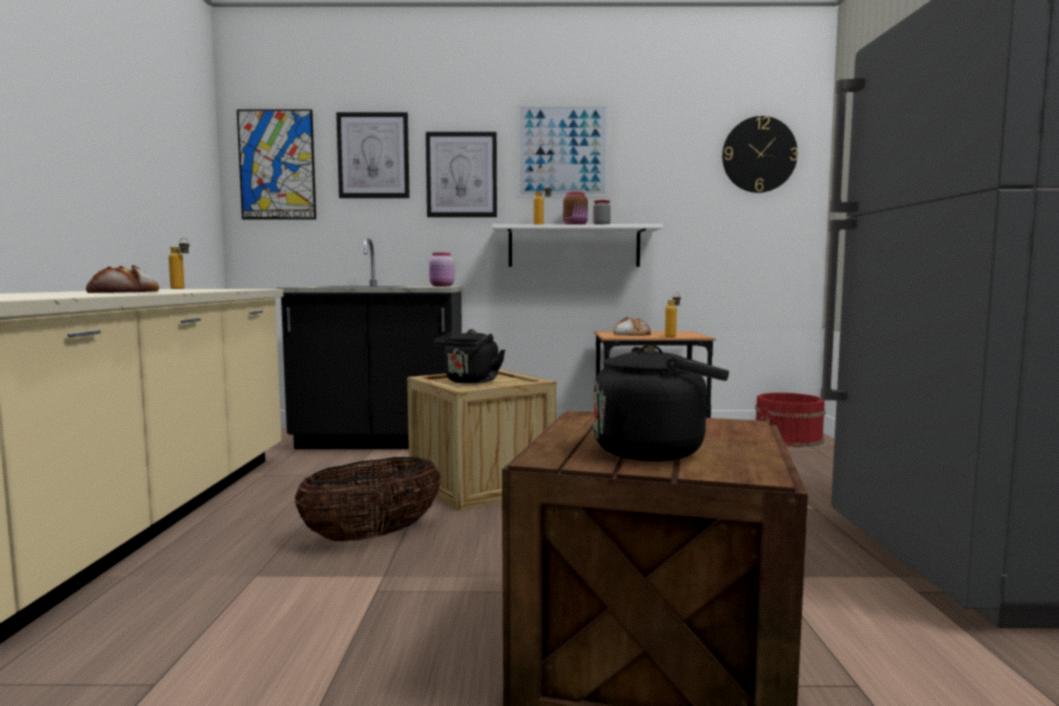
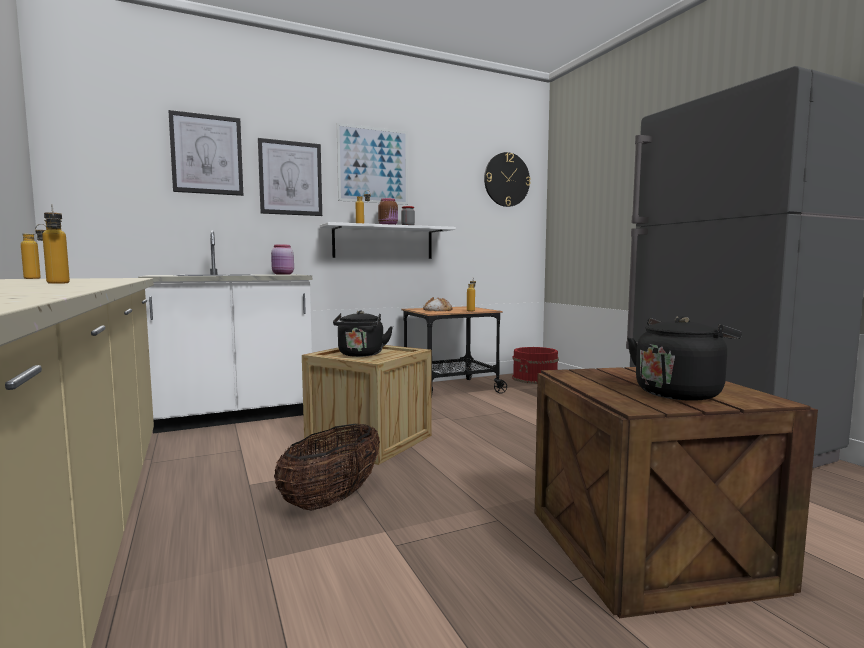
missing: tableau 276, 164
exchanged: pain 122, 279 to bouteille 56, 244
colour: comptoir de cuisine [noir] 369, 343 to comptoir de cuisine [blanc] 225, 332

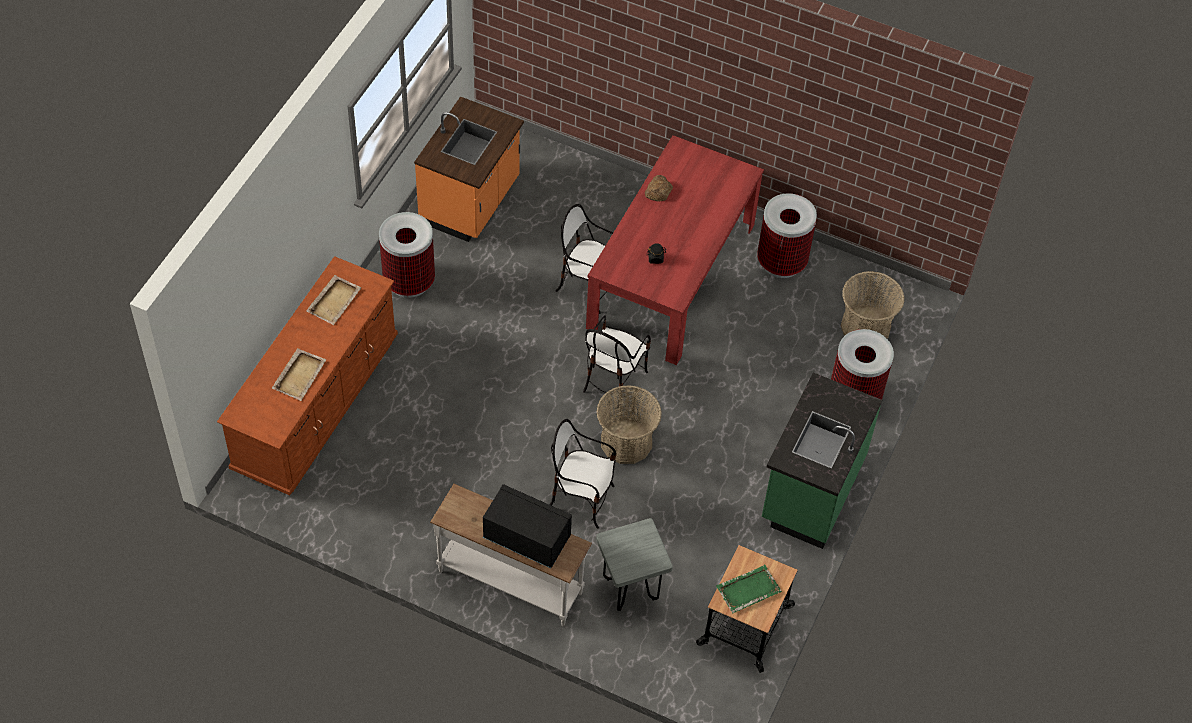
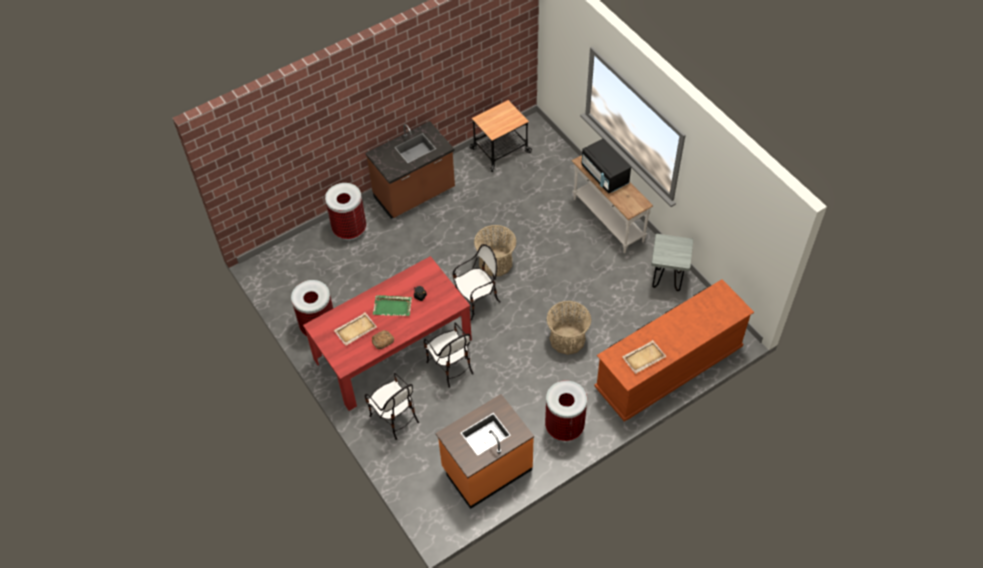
relocated: panier 873, 305 to 569, 328; plateau [beige] 299, 374 to 355, 329; chaise 582, 474 to 392, 406; tabouret [gris] 634, 564 to 672, 262; plateau [vert] 749, 588 to 392, 305
colour: comptoir de cuisine [vert] 822, 461 to comptoir de cuisine [marron] 410, 170

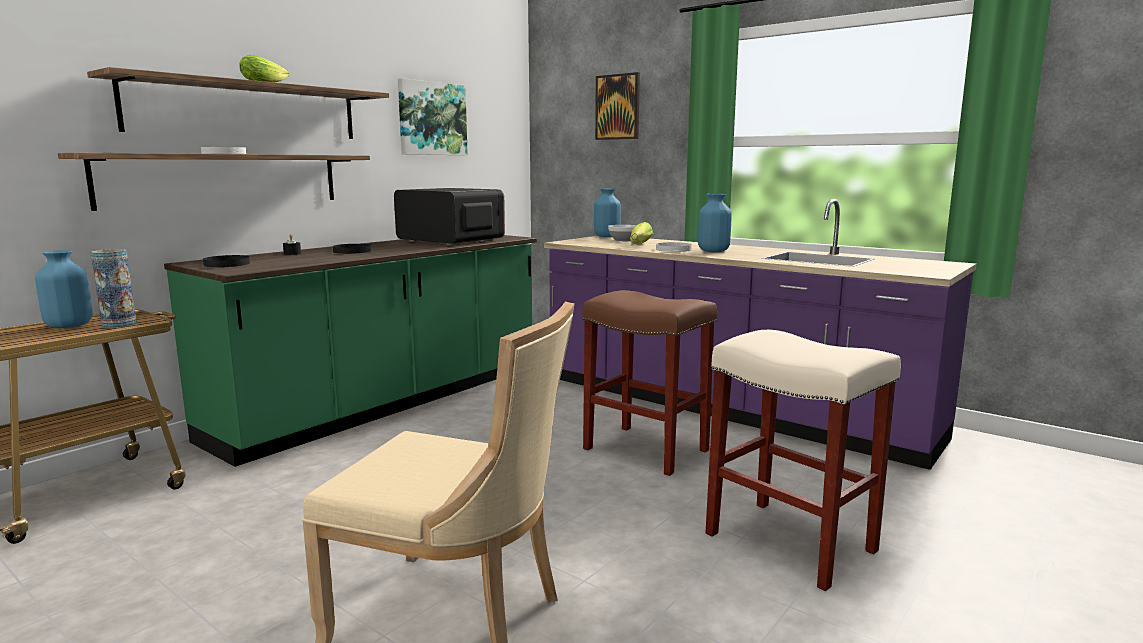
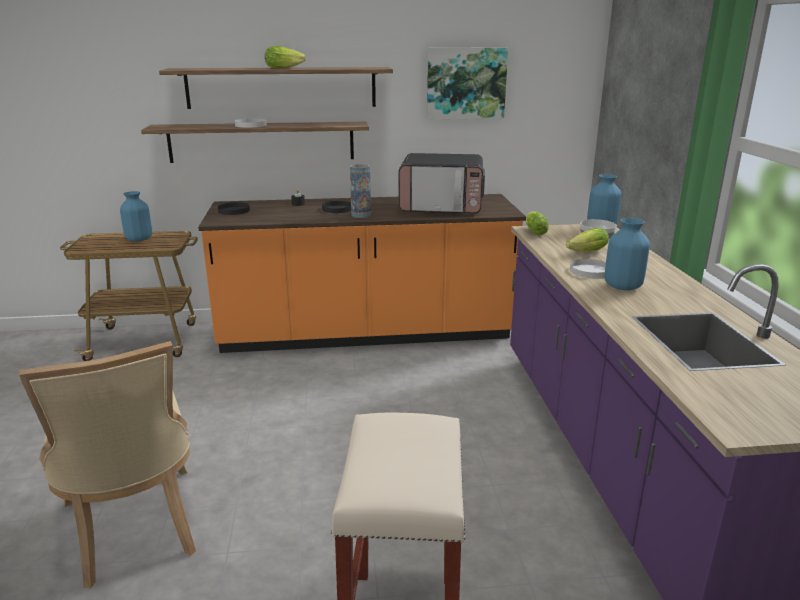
missing: tableau 617, 106; tabouret [marron] 649, 383
appeared: laitue 537, 223
relocated: vase 114, 288 to 360, 191
colour: comptoir de cuisine [vert] 350, 351 to comptoir de cuisine [orange] 362, 273
spun: micro-ondes 449, 217 = 442, 183 105 degrees clockwise

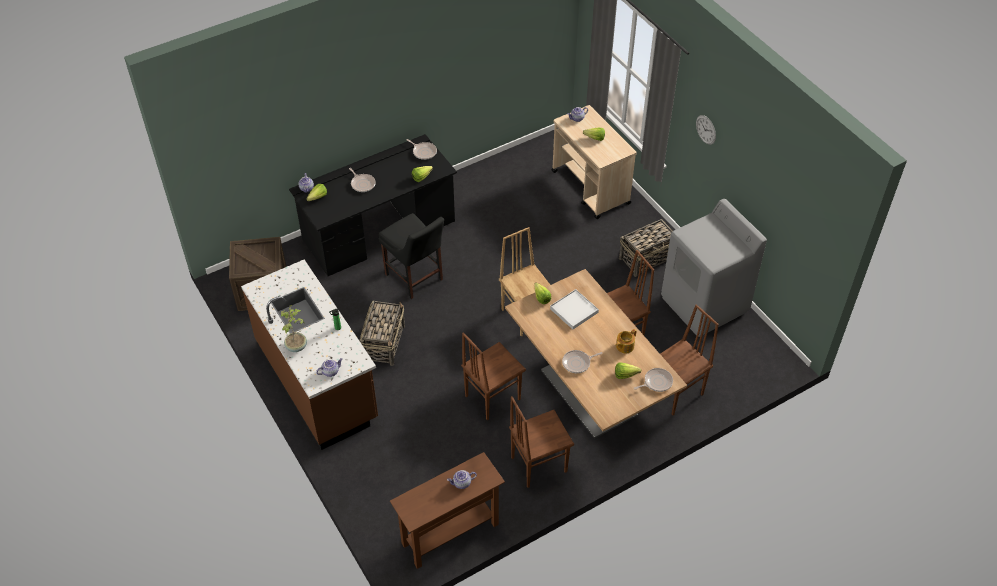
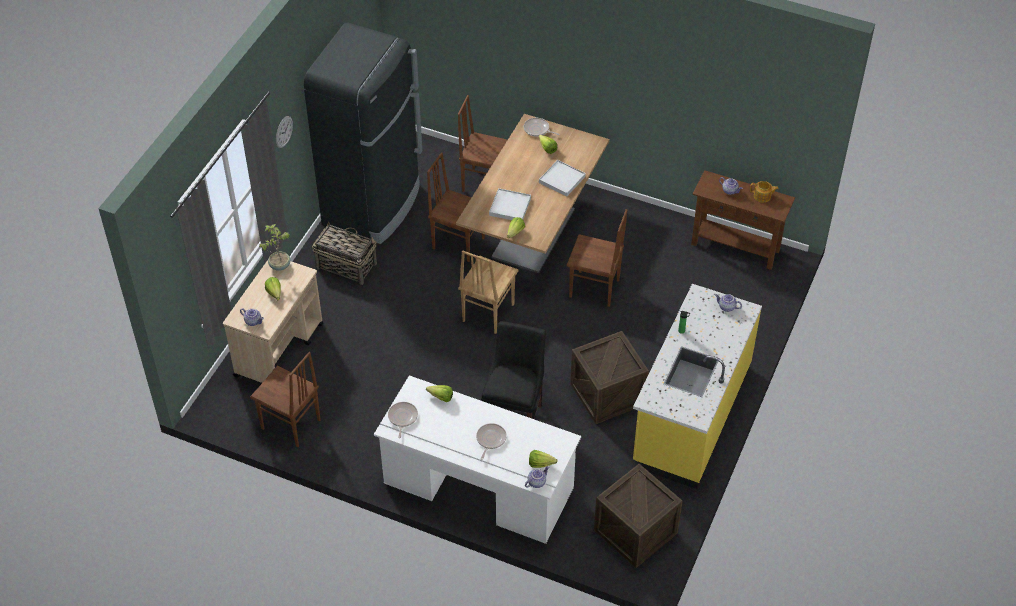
relocated: plante en pot 294, 328 to 275, 247; théière 626, 341 to 764, 192; chaise [marron] 541, 442 to 285, 400
exchanged: lave-linge [gris] 714, 268 to réfrigérateur [noir] 363, 133; panier 382, 333 to caisse 609, 377; poêle 582, 361 to plateau [blanc] 562, 178
colour: bureau [noir] 373, 205 to bureau [blanc] 477, 459; comptoir de cuisine [marron] 309, 354 to comptoir de cuisine [jaune] 697, 386

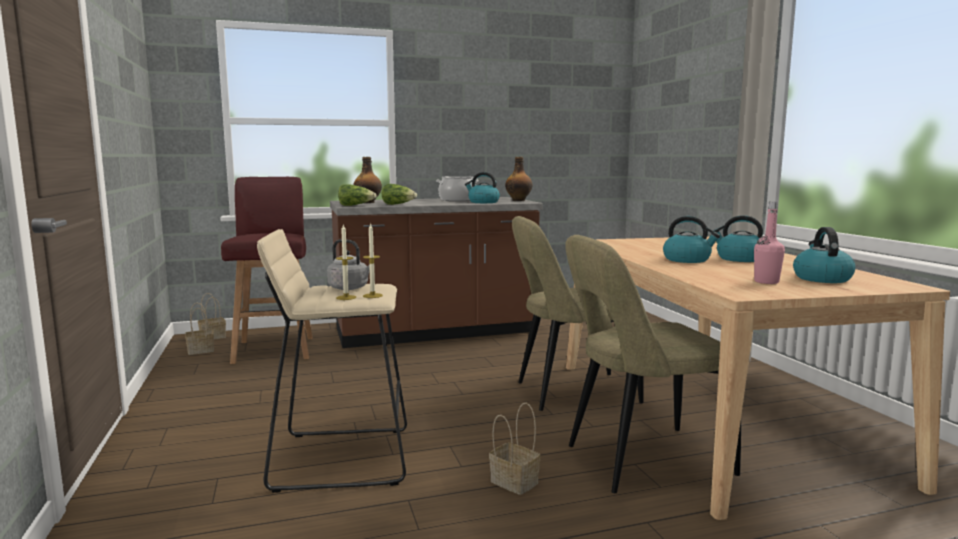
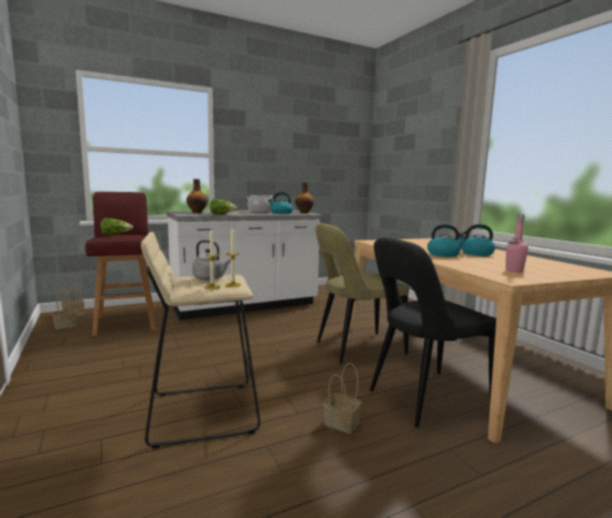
missing: bouilloire 824, 255
relocated: laitue 357, 195 to 116, 226
colour: comptoir de cuisine [marron] 436, 272 to comptoir de cuisine [blanc] 244, 265; chaise [beige] 653, 364 to chaise [noir] 433, 332

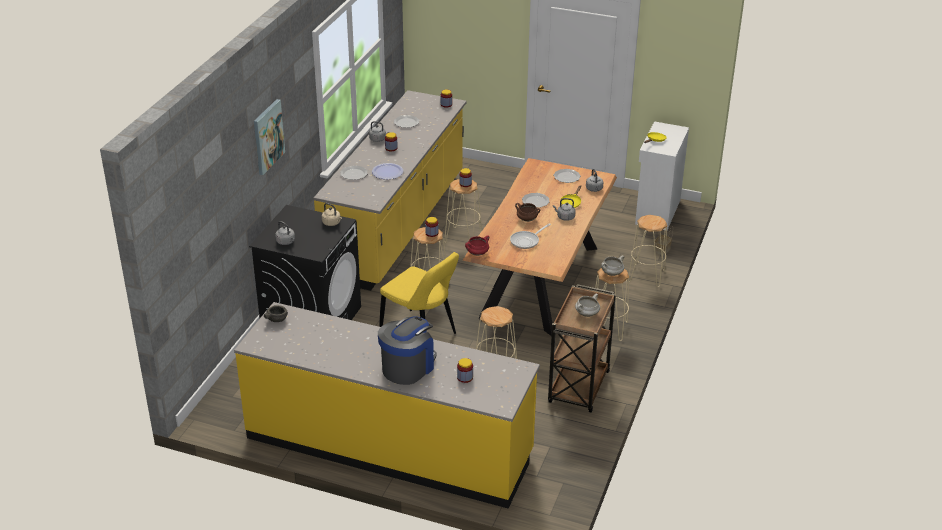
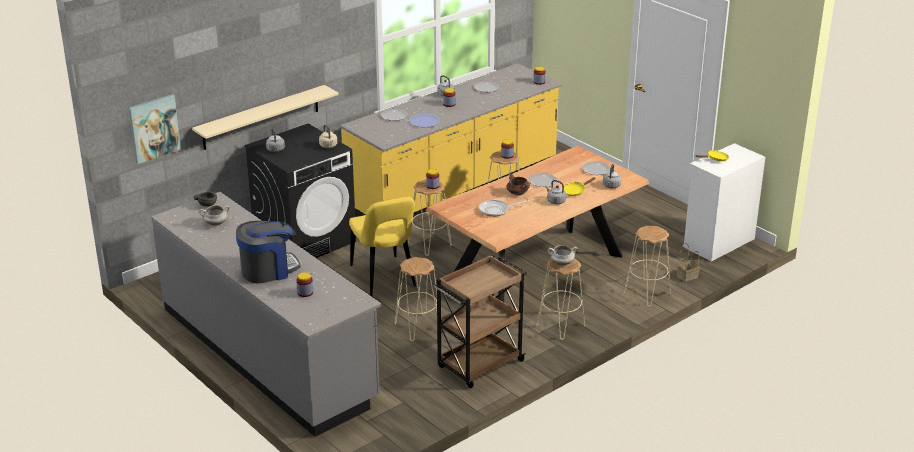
missing: marmite [rouge] 477, 245
appeared: étagère [beige] 265, 117
relocated: tableau 269, 137 to 155, 129; marmite [blanc] 587, 305 to 214, 215
colour: comptoir de cuisine [jaune] 387, 405 to comptoir de cuisine [gris] 266, 314

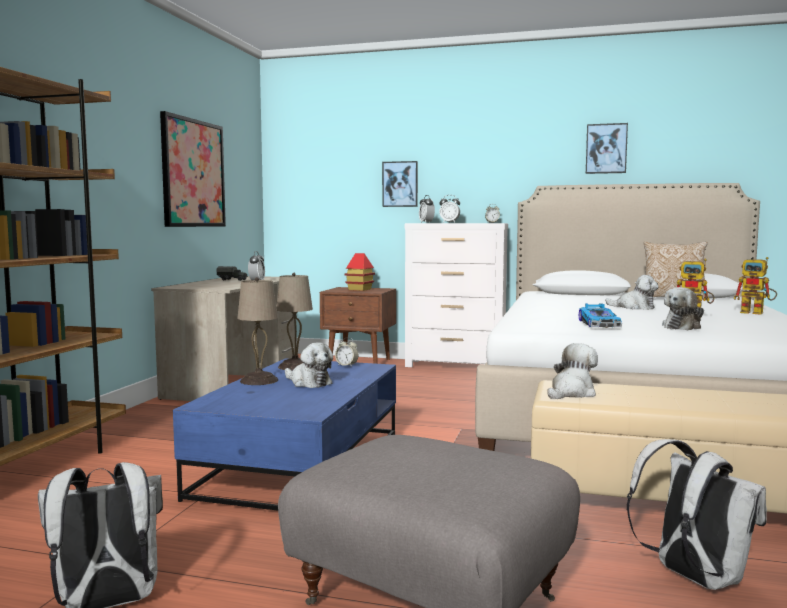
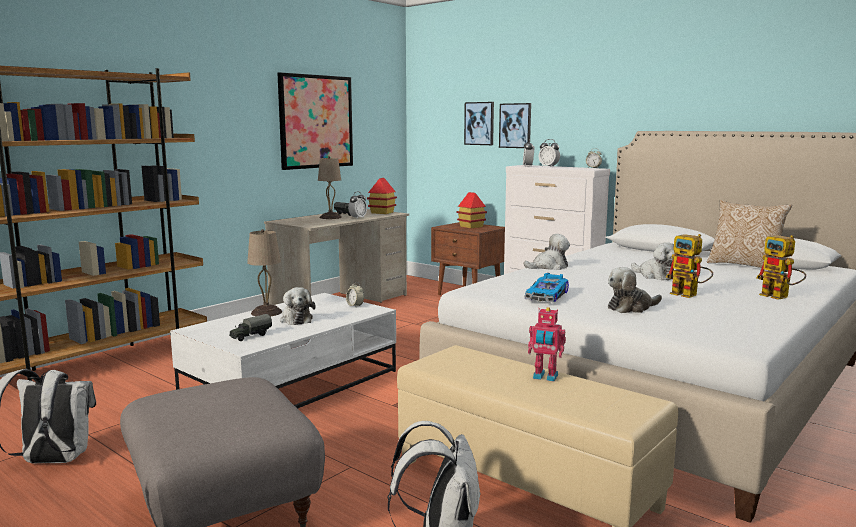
appeared: maison miniature 382, 196; robot jouet 547, 344; camion jouet 250, 327
relocated: tableau 607, 148 to 479, 123; lampe de table [beige] 294, 322 to 330, 187; peluche 572, 371 to 547, 252
colour: table basse [bleu] 284, 435 to table basse [blanc] 283, 351

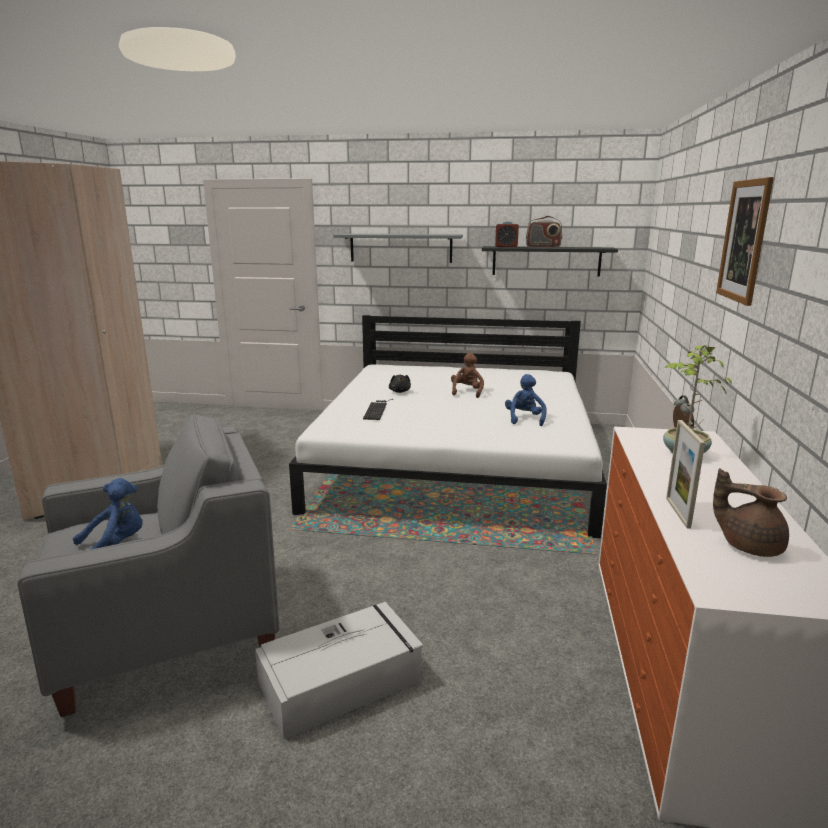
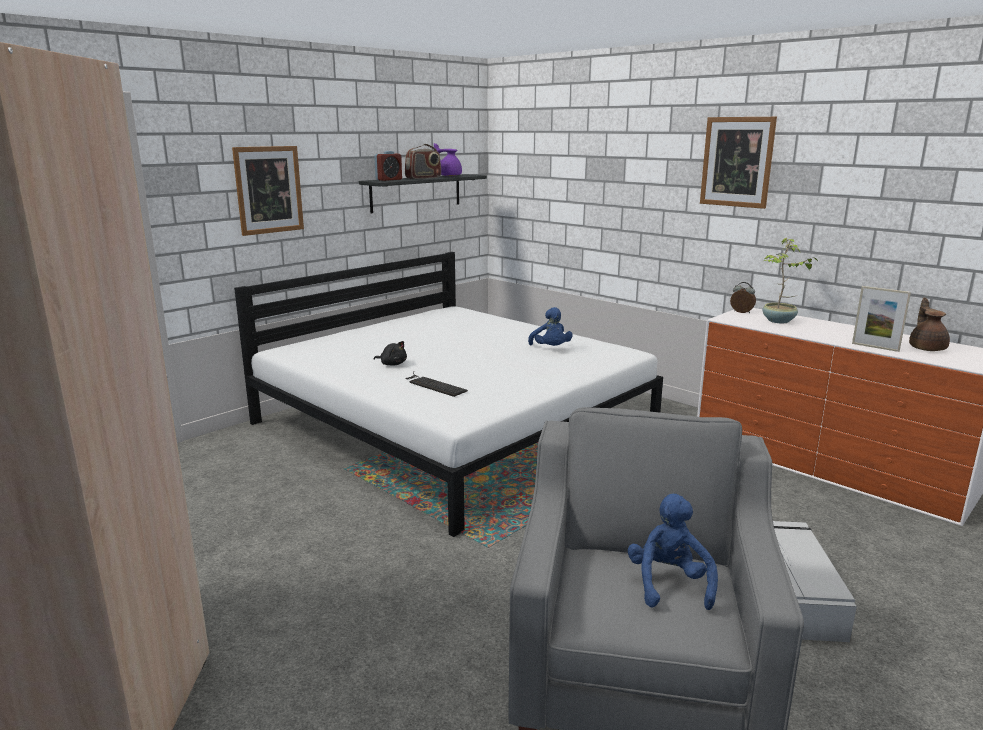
missing: peluche [marron] 467, 375
appeared: théière [violet] 448, 159
exchanged: étagère [gris] 398, 248 to tableau 268, 191
spun: peluche [bleu] 526, 400 = 550, 326 150 degrees counterclockwise; théière [marron] 751, 512 = 929, 324 120 degrees clockwise

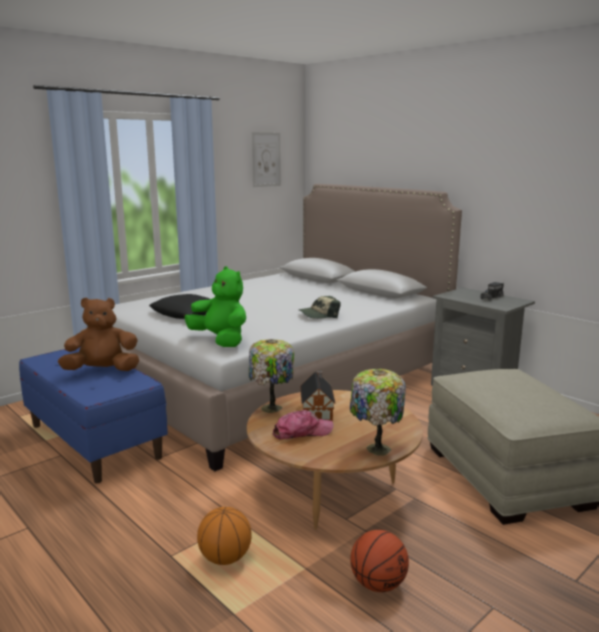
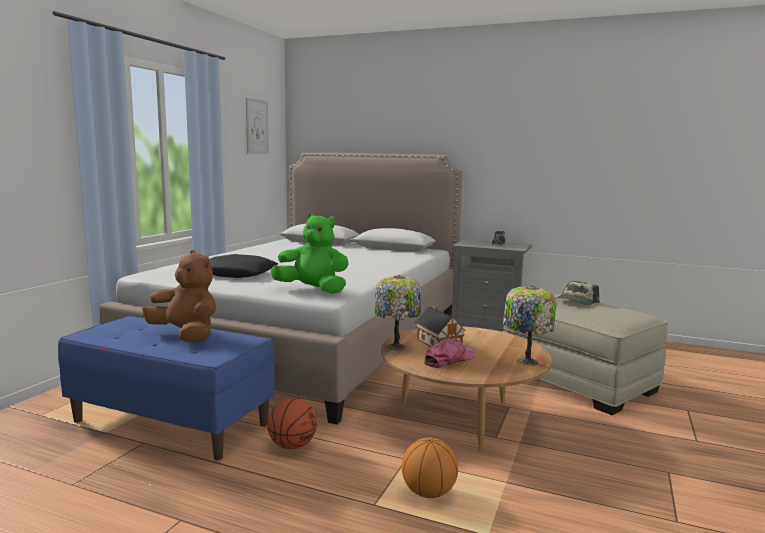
relocated: casquette 319, 307 to 577, 293; ballon de basket 379, 561 to 292, 423
spun: peluche [marron] 98, 334 = 179, 296 75 degrees clockwise

